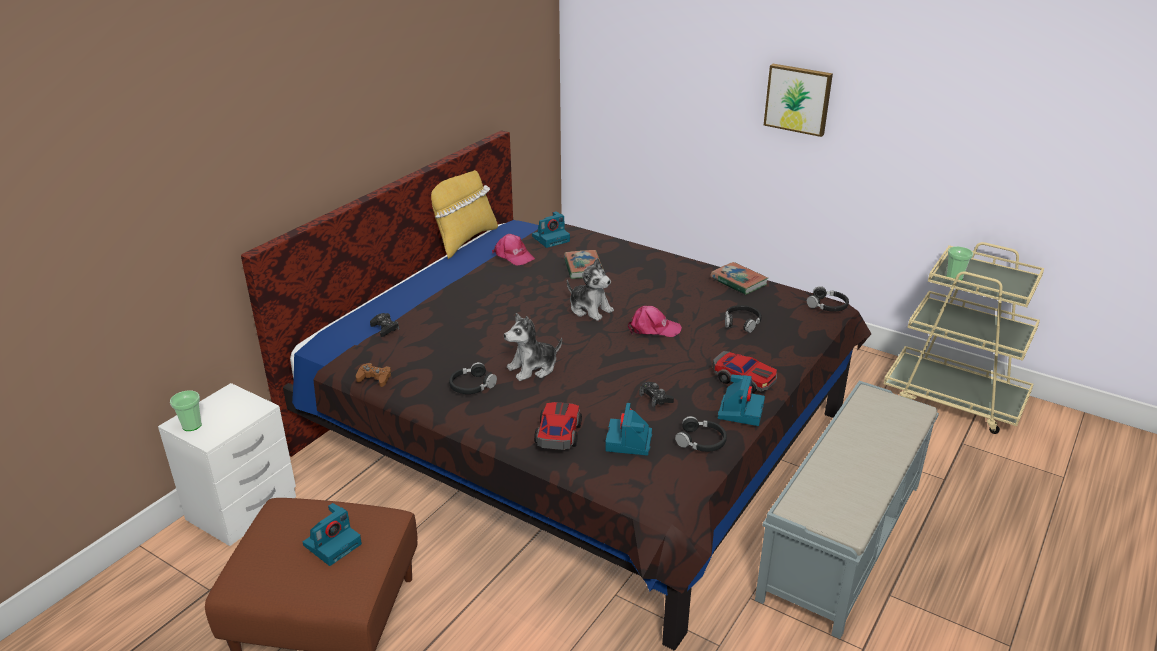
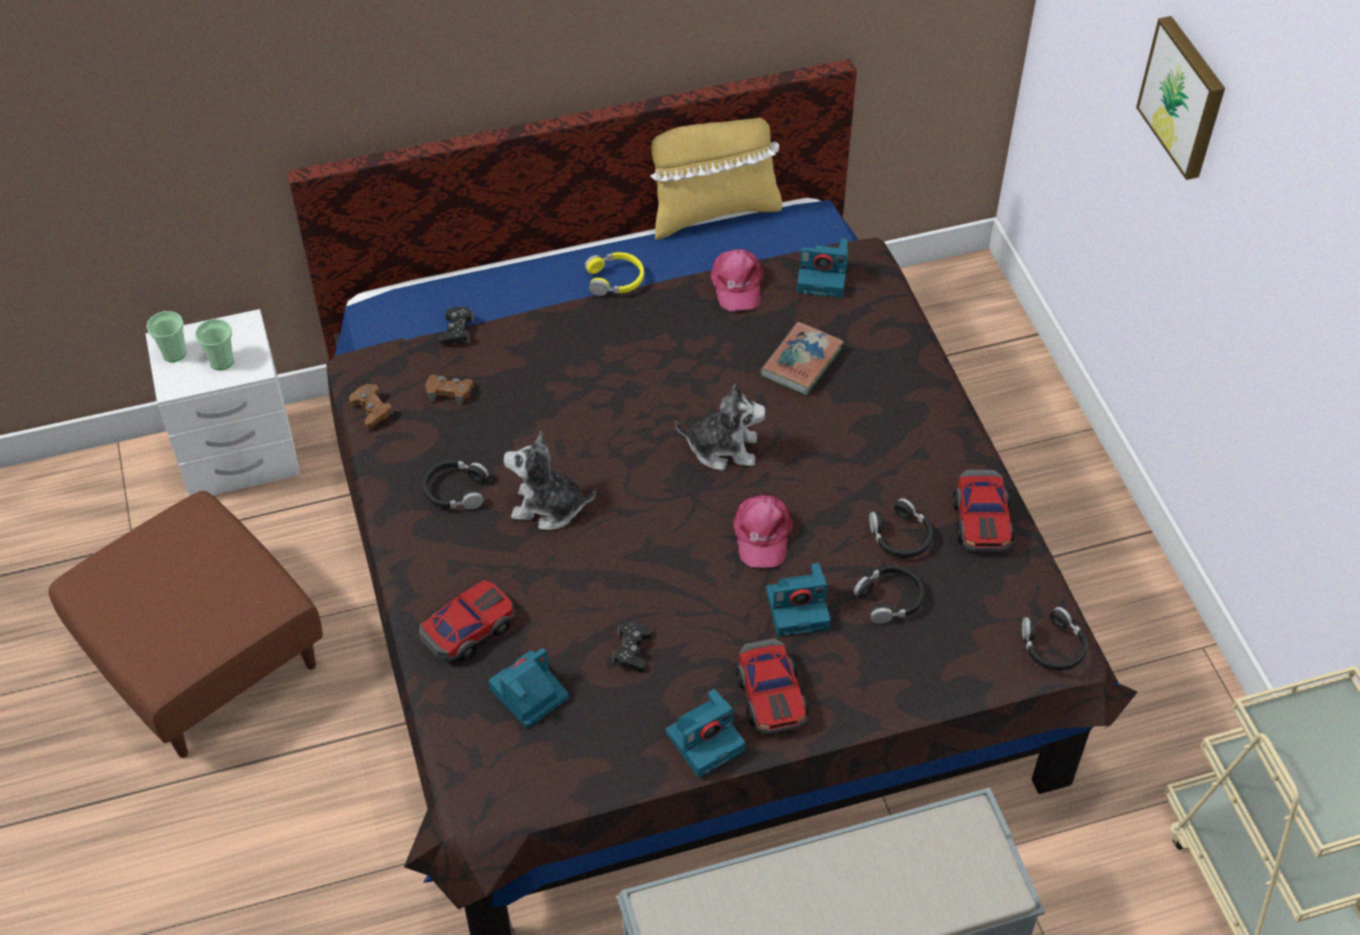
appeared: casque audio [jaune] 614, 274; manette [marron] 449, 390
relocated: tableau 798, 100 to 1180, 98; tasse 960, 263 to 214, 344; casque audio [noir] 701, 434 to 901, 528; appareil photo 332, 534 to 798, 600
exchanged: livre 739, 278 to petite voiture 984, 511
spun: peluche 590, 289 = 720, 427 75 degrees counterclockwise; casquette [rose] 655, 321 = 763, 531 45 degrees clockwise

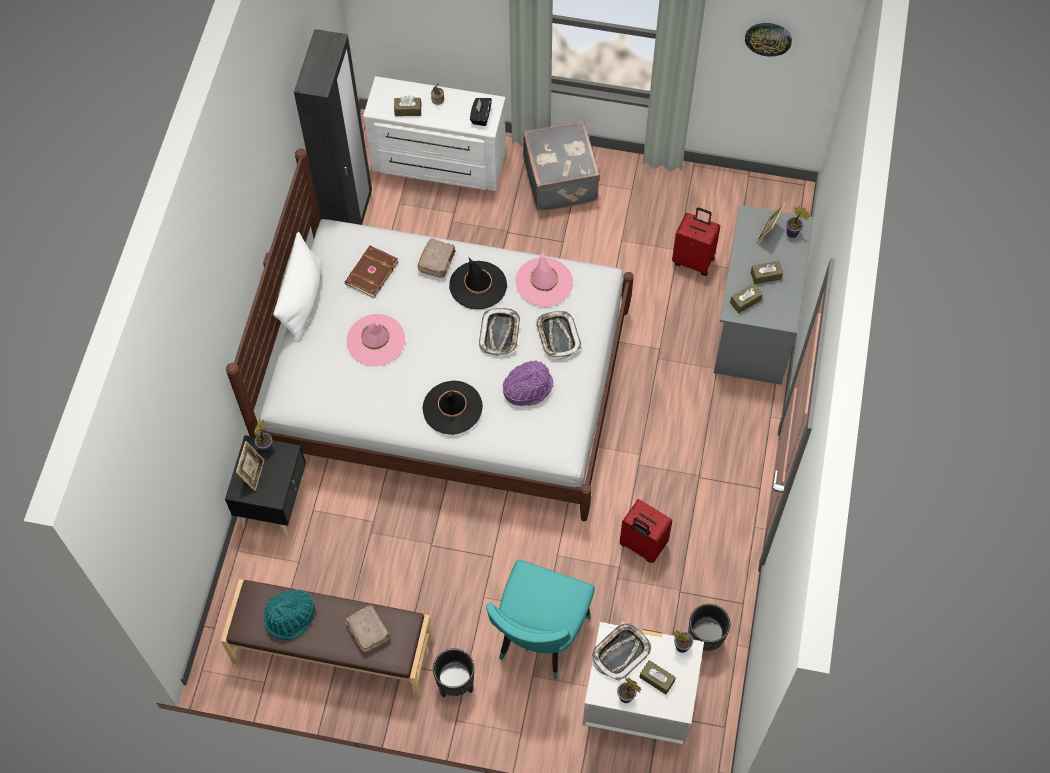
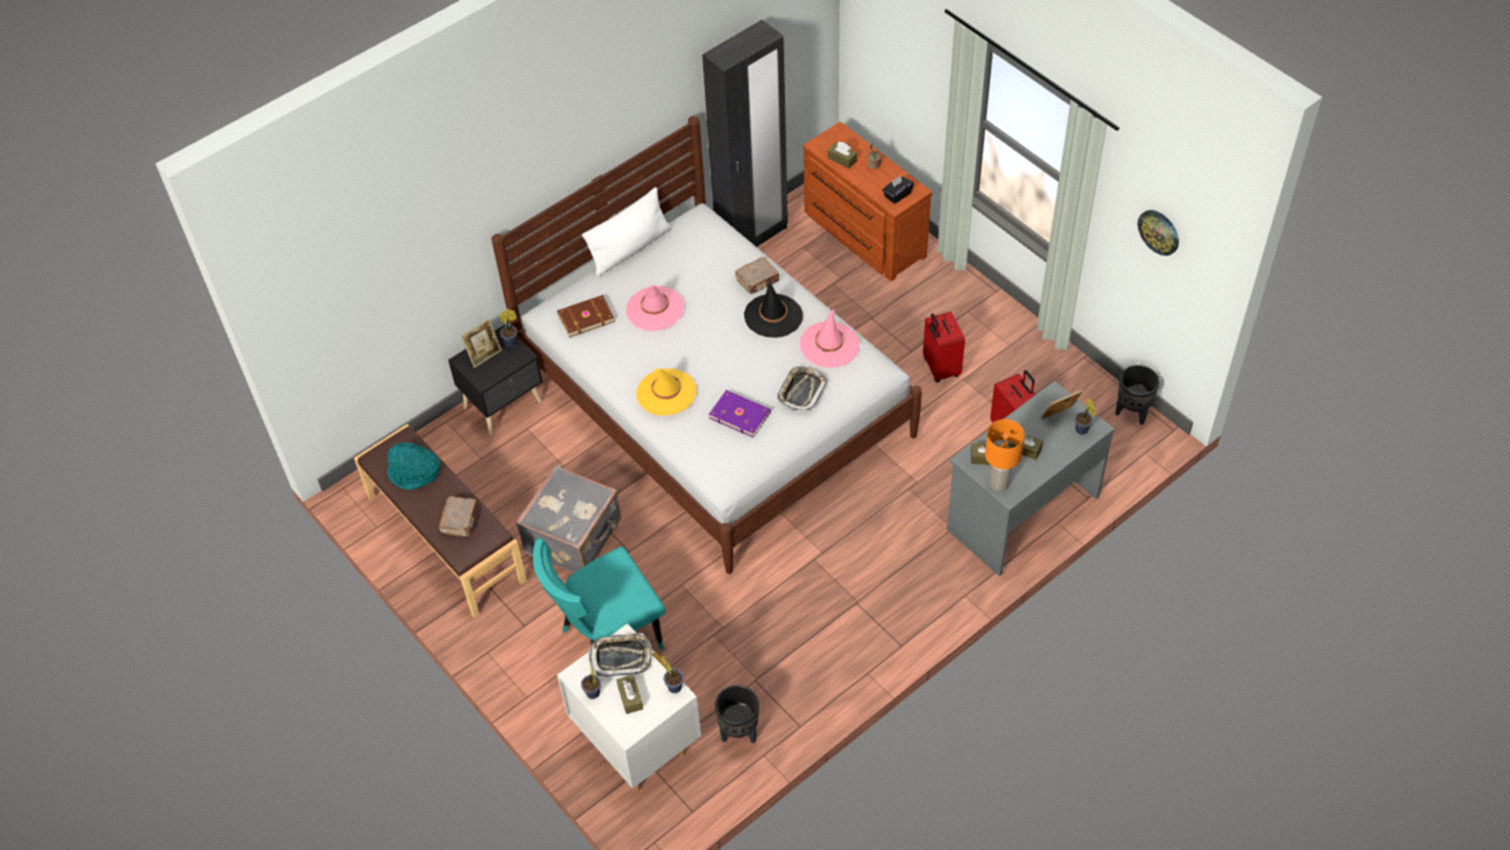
missing: plateau 499, 332
appeared: lampe de table [orange] 1005, 455
relocated: valise [gris] 561, 166 to 568, 519; livre [marron] 371, 272 to 586, 316; valise [rouge] 646, 531 to 944, 347; cache-pot [noir] 453, 673 to 1137, 395
exchanged: chapeau [violet] 528, 383 to livre [violet] 740, 413
colour: commode [blanc] 434, 133 to commode [marron] 867, 202; chapeau [noir] 452, 408 to chapeau [jaune] 666, 392

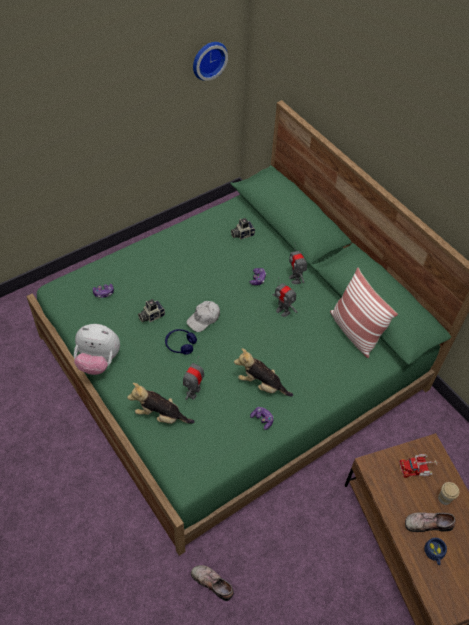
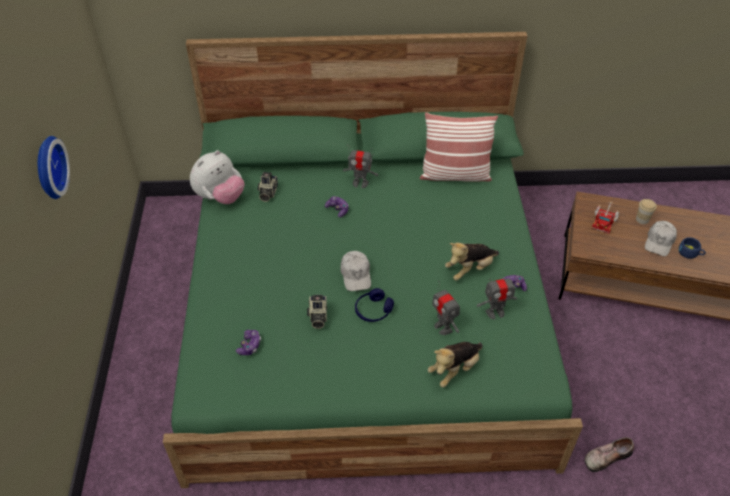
relocated: horloge murale 210, 61 to 54, 167; robot jouet 285, 297 to 497, 297; peluche 97, 349 to 217, 177
exchanged: chaussure 430, 522 to casquette [blanc] 661, 238

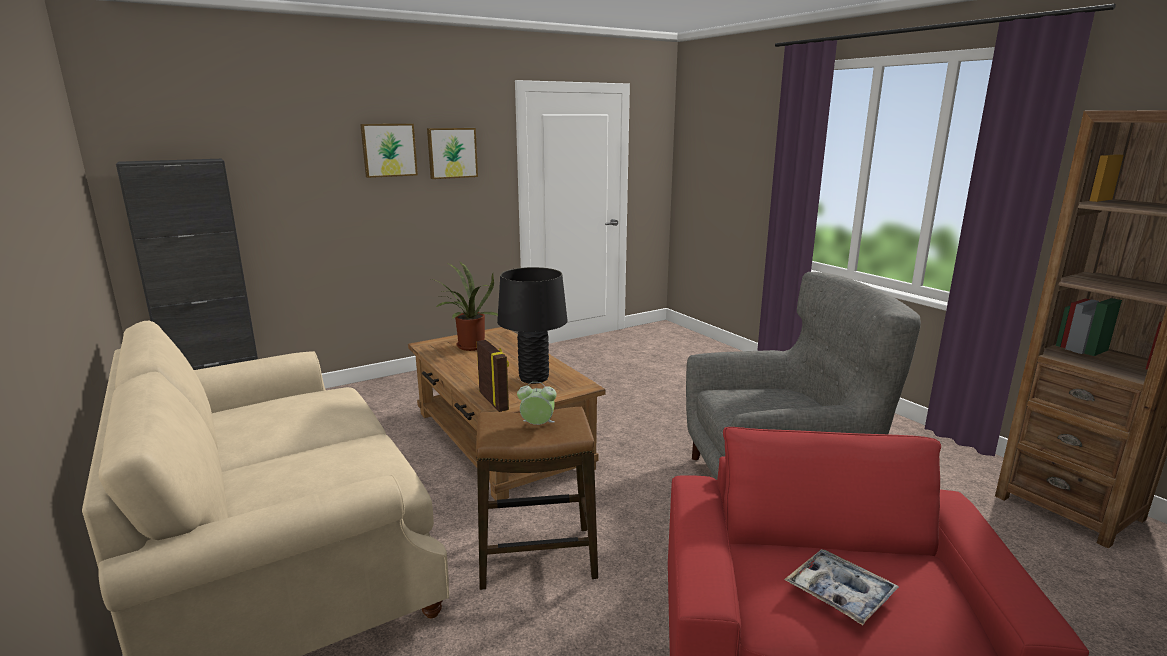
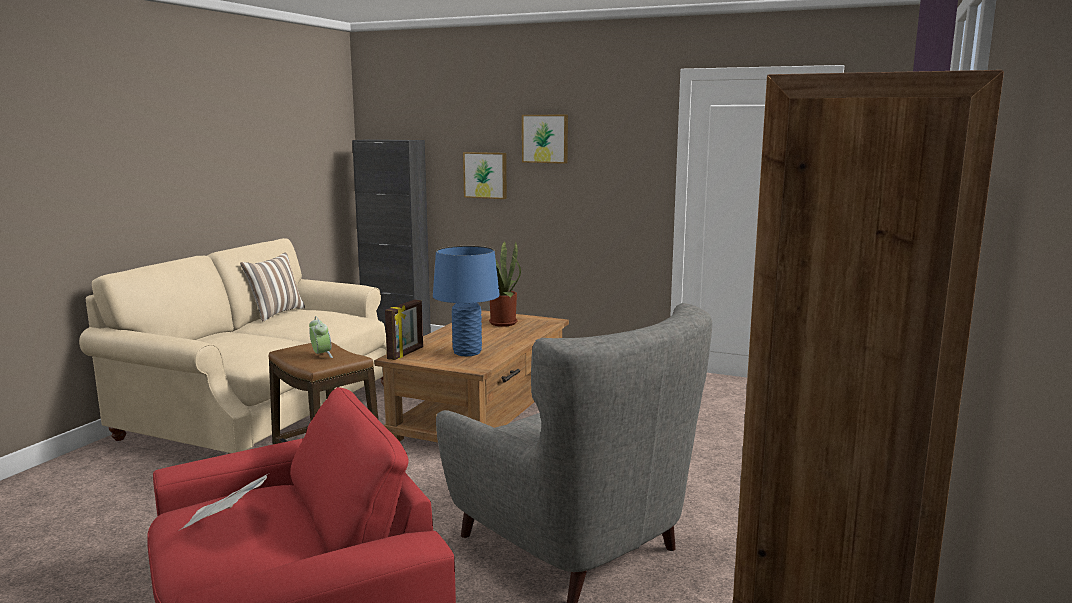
appeared: coussin 272, 287
relocated: tableau 452, 153 to 485, 175
exchanged: plateau 841, 587 to journal 223, 502
colour: lampe de table [noir] 532, 325 to lampe de table [bleu] 466, 301

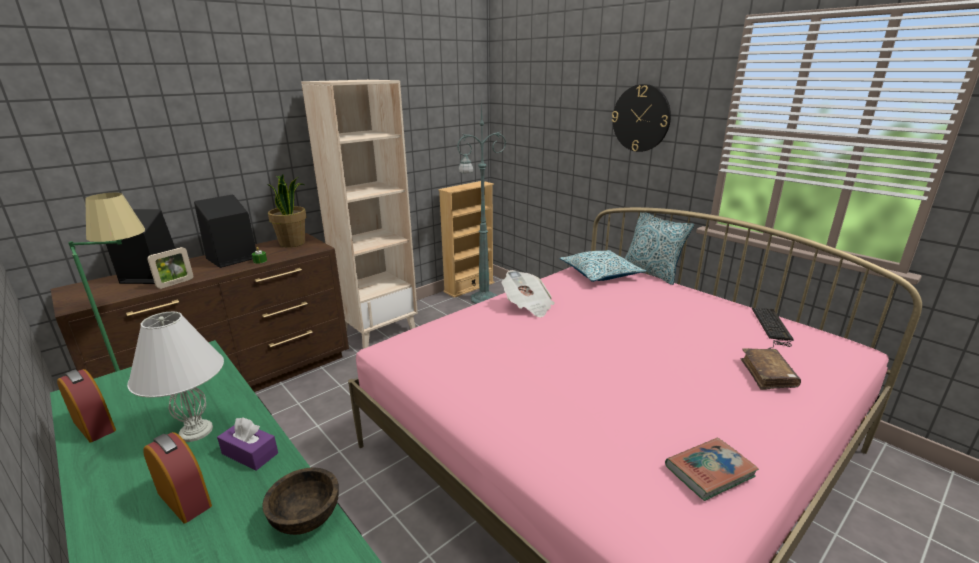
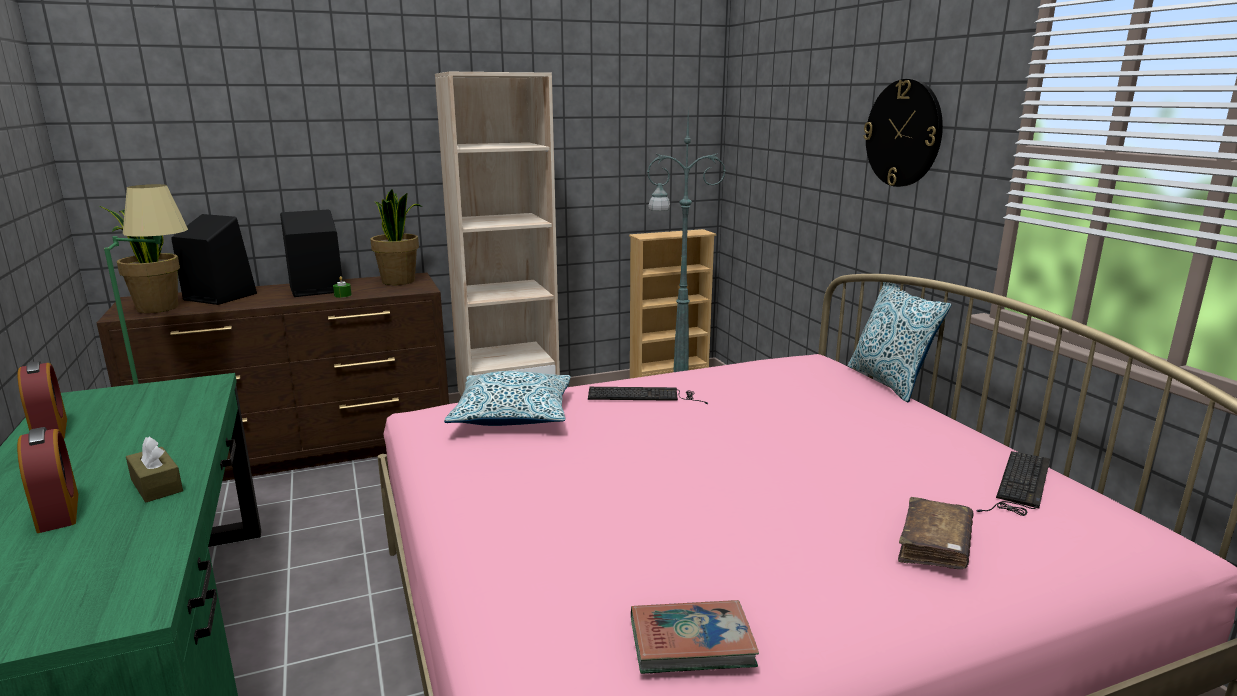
missing: cadre photo 170, 268; lampe de table [blanc] 175, 376; bol [marron] 300, 501
appeared: plante en pot 140, 259
relocated: coussin 603, 266 to 507, 398
exchanged: journal 528, 294 to clavier 648, 395
colour: boîte à mouchoirs [violet] 247, 444 to boîte à mouchoirs [marron] 154, 469

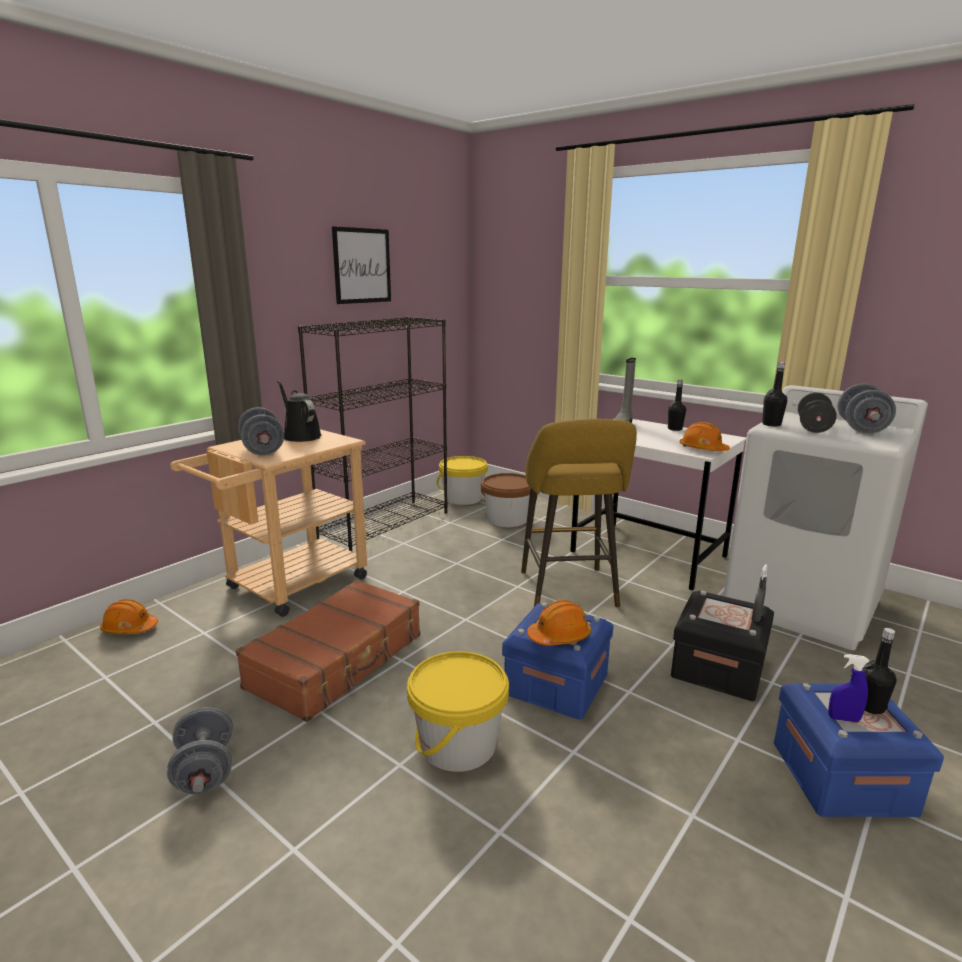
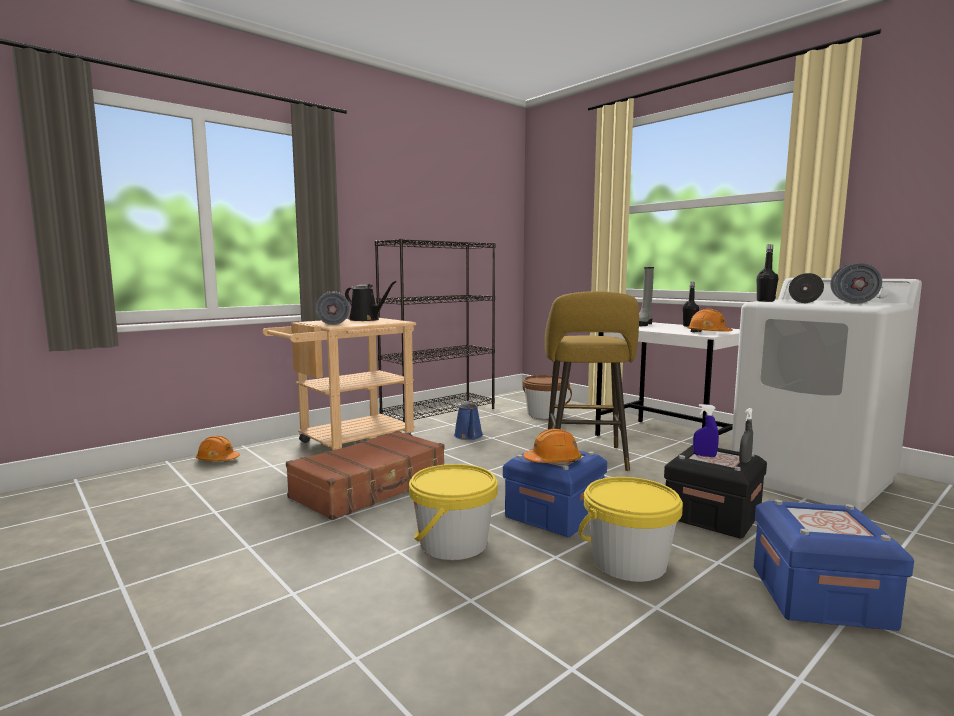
missing: tableau 361, 265; bouteille [noir] 879, 671; haltère [gris] 200, 751
appeared: arrosoir [bleu] 468, 420
relocated: seau [jaune] 462, 480 to 631, 529; vaporisateur [bleu] 849, 688 to 706, 430
spun: arrosoir [noir] 300, 411 = 370, 301 150 degrees clockwise

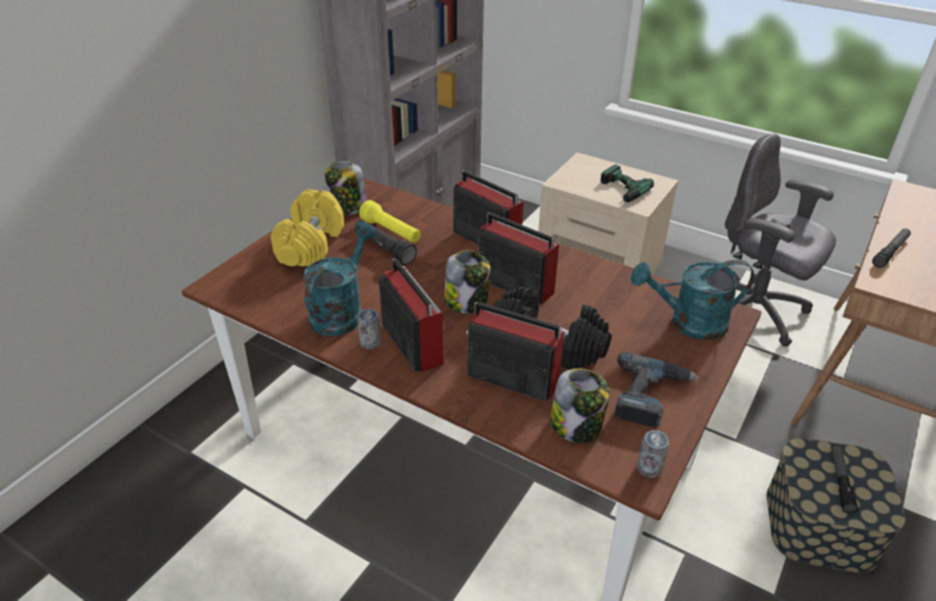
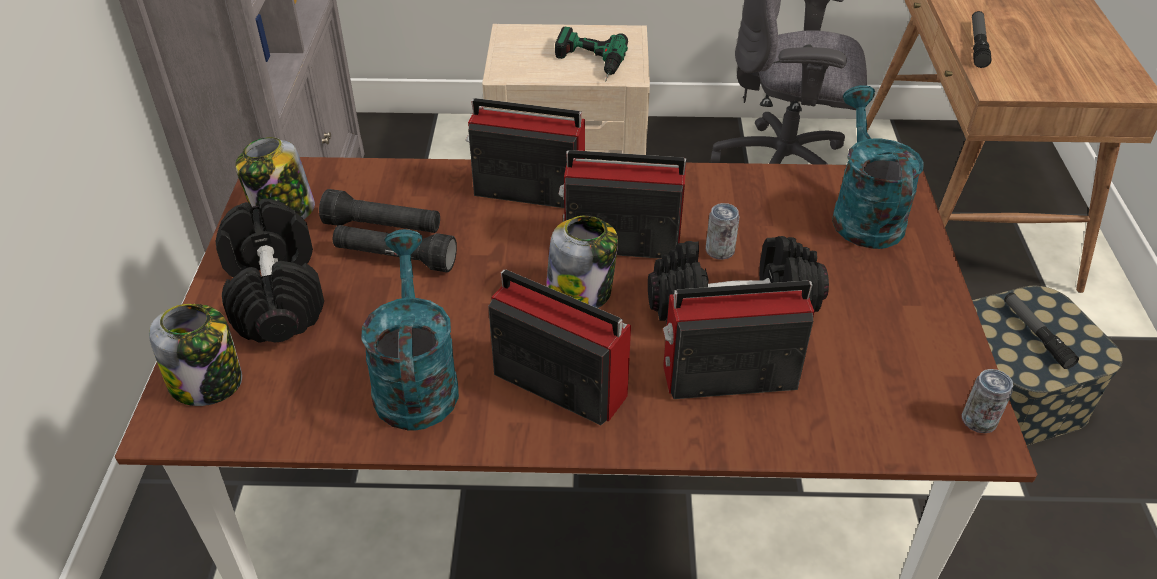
missing: perceuse 656, 390
relocated: boîte métallique 369, 328 to 722, 231; bocal 580, 405 to 195, 355
colour: haltère [jaune] 307, 227 to haltère [noir] 270, 270; lampe de poche [jaune] 390, 221 to lampe de poche [noir] 379, 211
spun: arrosoir [turquoise] 692, 299 = 878, 167 120 degrees clockwise

